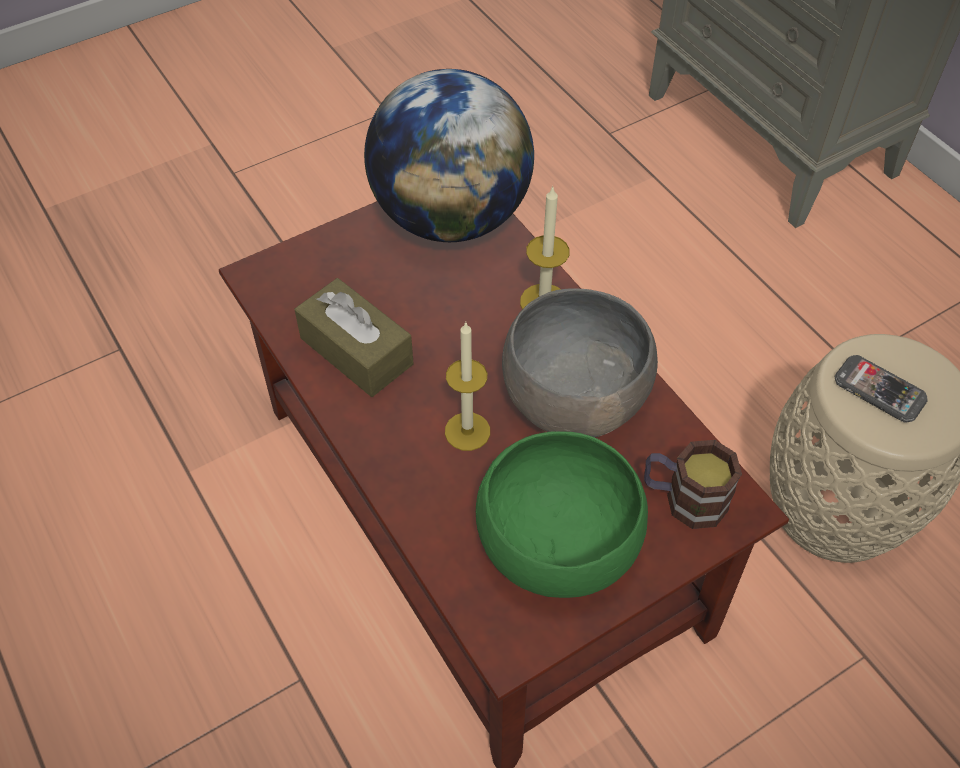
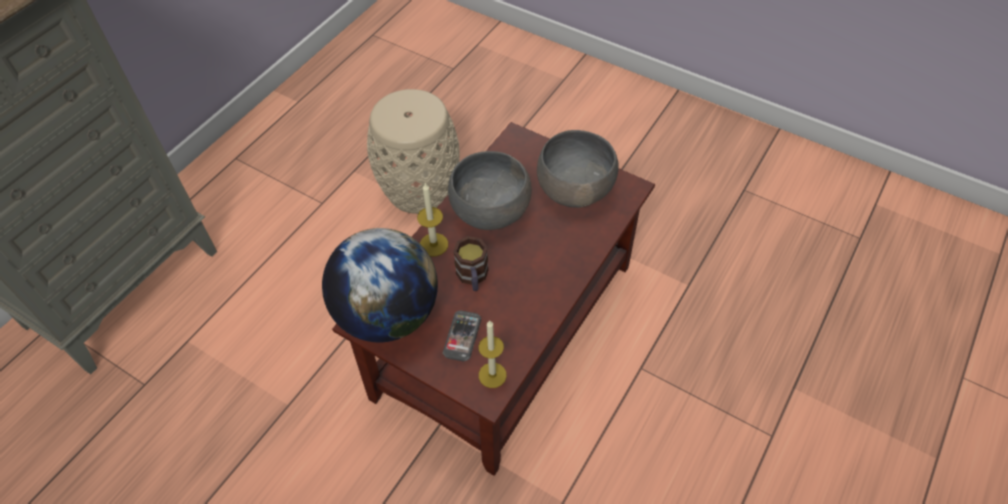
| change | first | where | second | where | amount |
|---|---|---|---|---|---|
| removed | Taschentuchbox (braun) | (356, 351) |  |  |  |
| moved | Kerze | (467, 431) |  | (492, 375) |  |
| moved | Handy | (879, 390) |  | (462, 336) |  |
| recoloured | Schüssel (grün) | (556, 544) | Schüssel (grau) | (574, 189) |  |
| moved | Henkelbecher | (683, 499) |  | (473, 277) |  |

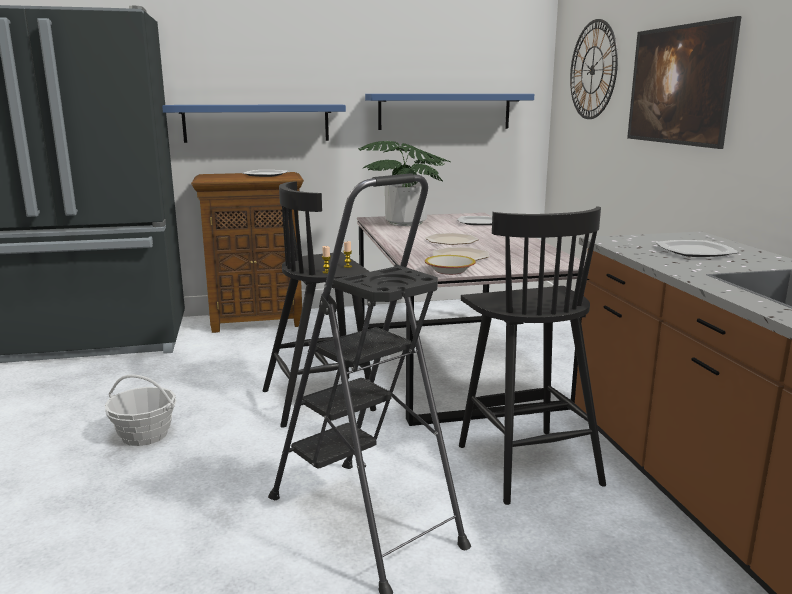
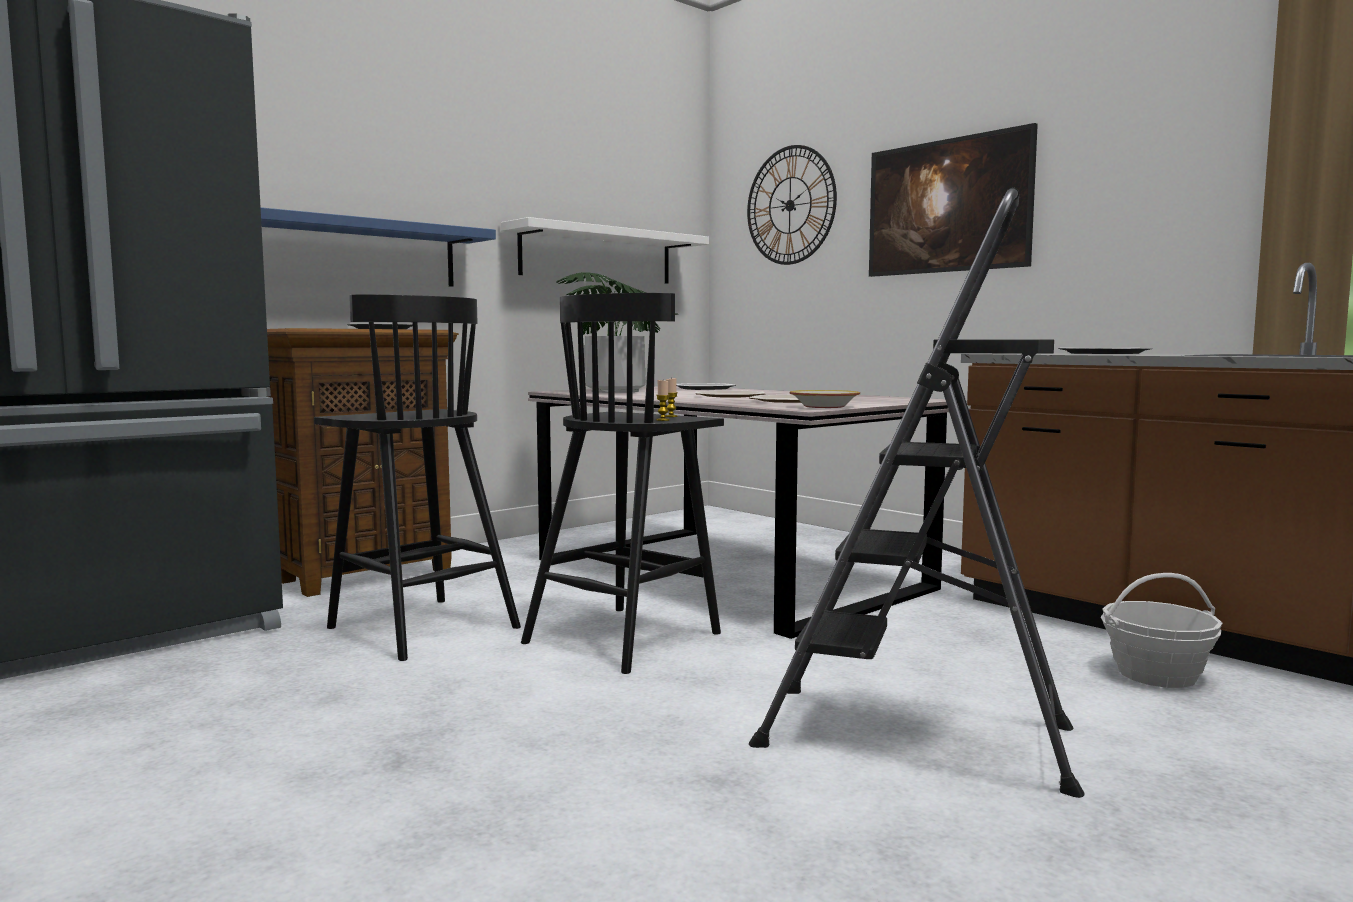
| change | first | where | second | where | amount |
|---|---|---|---|---|---|
| recoloured | Wandregal (blau) | (444, 111) | Wandregal (weiß) | (597, 255) |  |
| moved | Hocker (schwarz) | (525, 461) |  | (419, 626) |  |
| moved | Korb | (144, 435) |  | (1156, 674) |  |

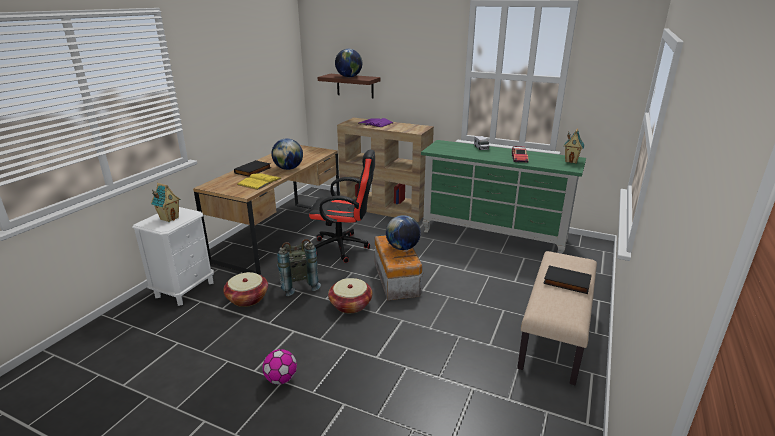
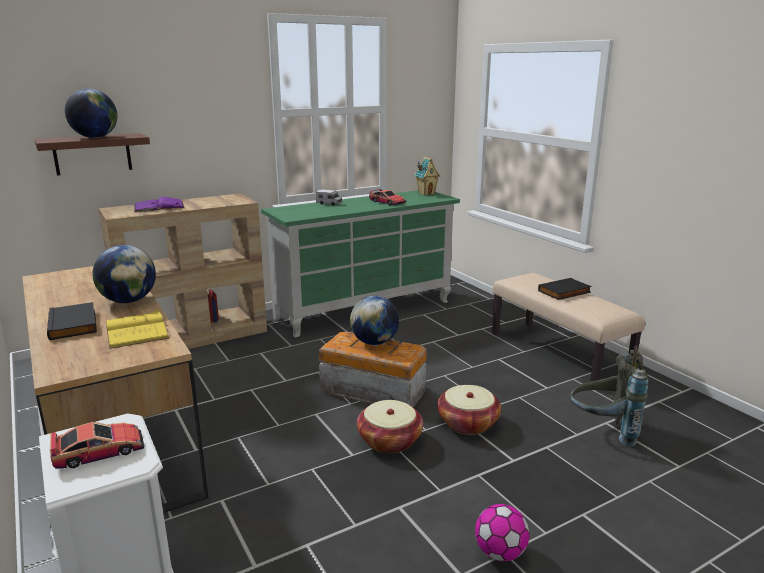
| change | first | where | second | where | amount |
|---|---|---|---|---|---|
| removed | Bürostuhl (schwarz) | (344, 248) |  |  |  |
| replaced | Spielzeughaus | (169, 218) | Spielzeugauto | (99, 451) |  |
| moved | Rucksack (grau) | (298, 285) |  | (603, 430) |  |
| moved | Korb | (247, 298) |  | (467, 423) |  |

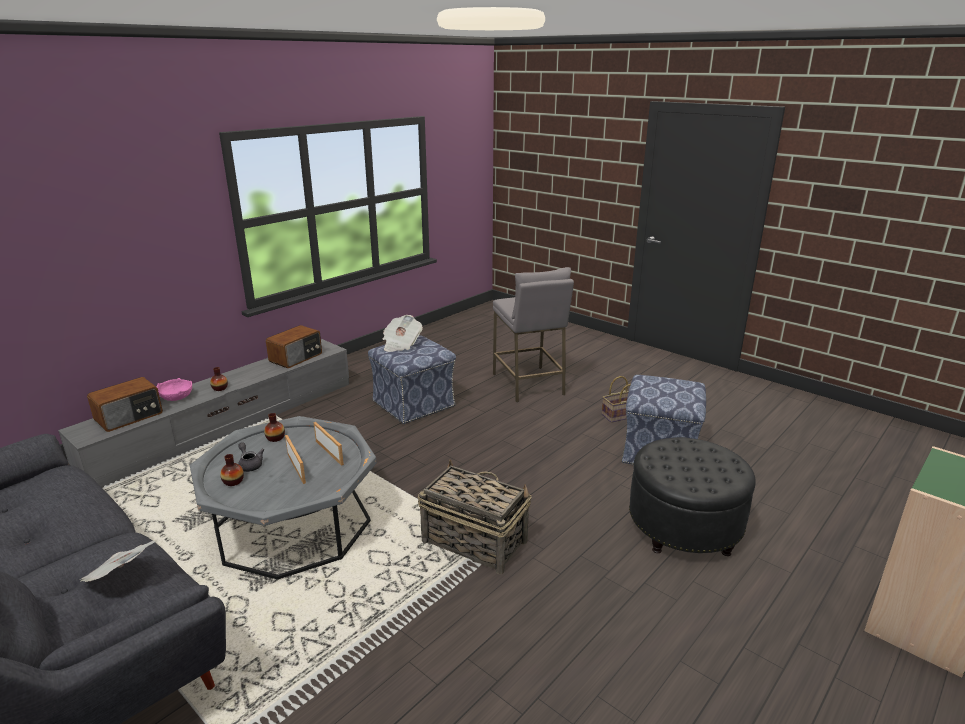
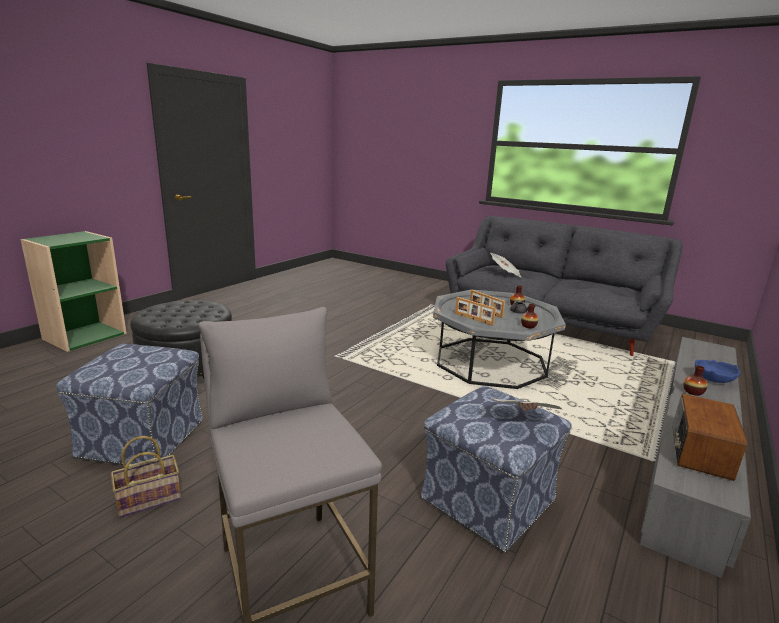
| change | first | where | second | where | amount |
|---|---|---|---|---|---|
| removed | Radio | (129, 417) |  |  |  |
| recoloured | Schüssel (rosa) | (176, 397) | Schüssel (blau) | (713, 379) |  |
| removed | Korb | (473, 541) |  |  |  |

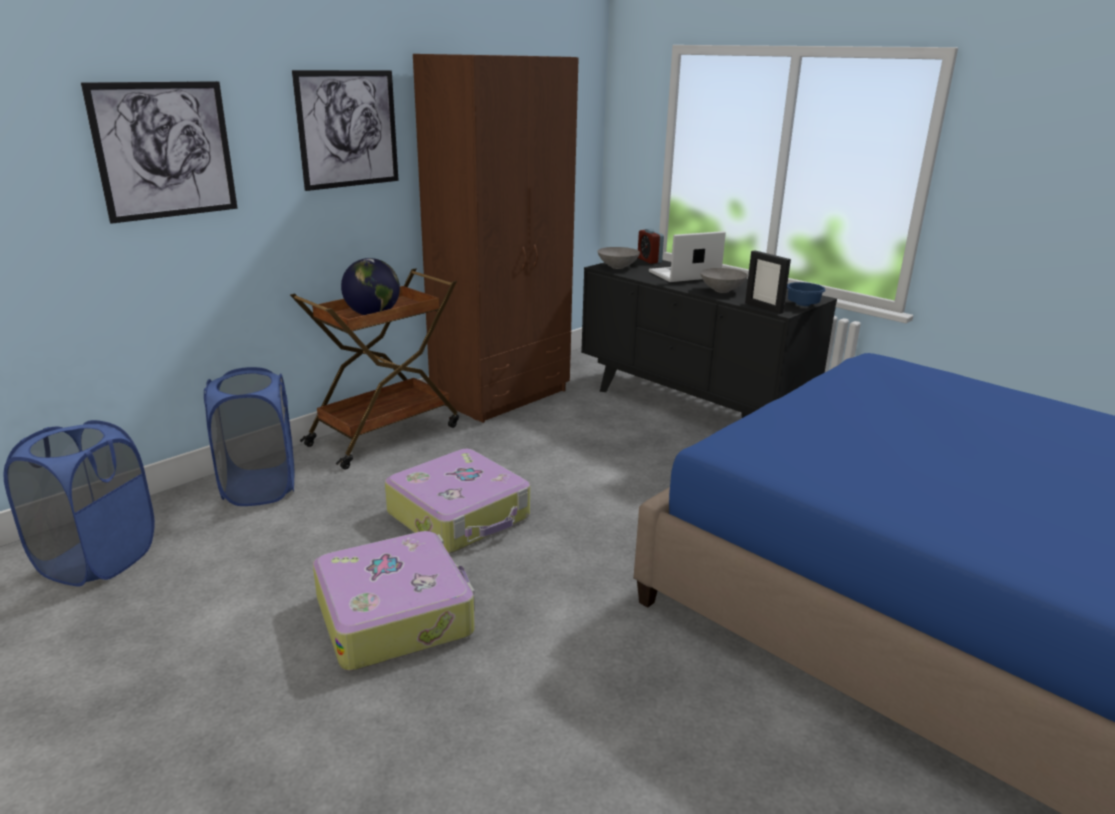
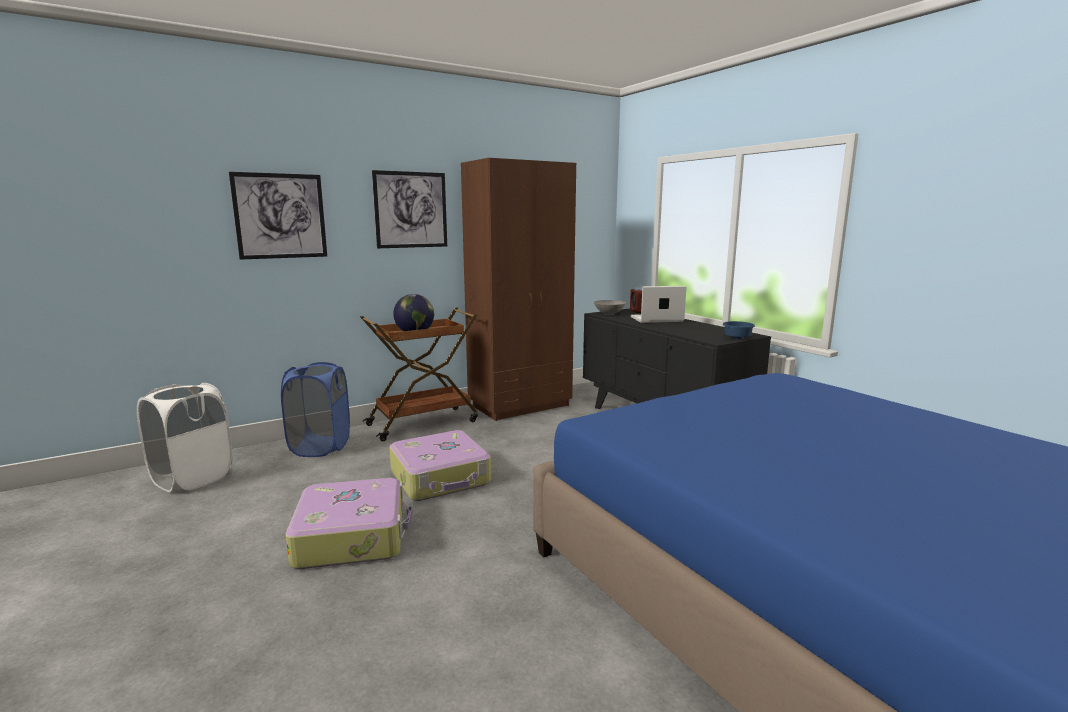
| change | first | where | second | where | amount |
|---|---|---|---|---|---|
| removed | Bilderrahmen | (764, 307) |  |  |  |
| removed | Schüssel (grau) | (721, 290) |  |  |  |
| recoloured | Wäschekorb (blau) | (98, 559) | Wäschekorb (weiß) | (192, 478) |  |

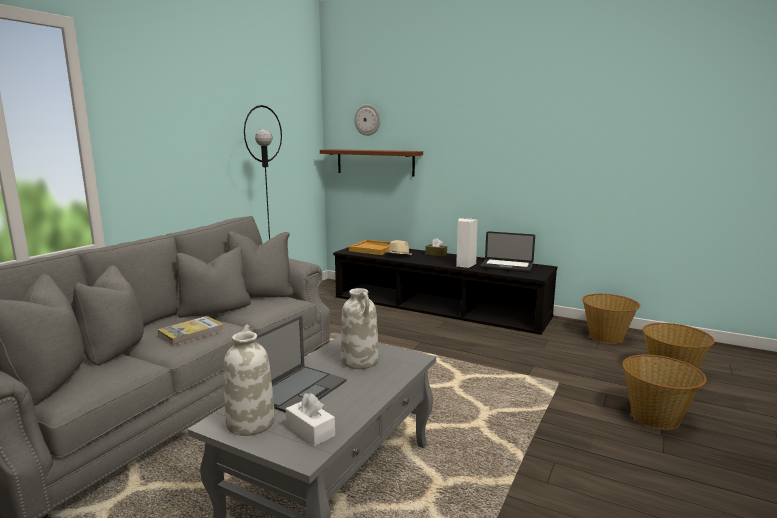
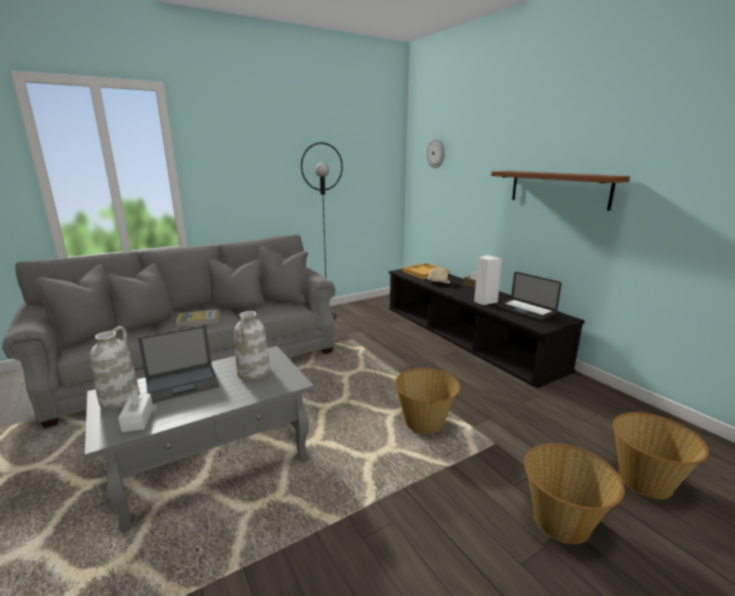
| change | first | where | second | where | amount |
|---|---|---|---|---|---|
| moved | Wandregal (braun) | (375, 162) |  | (558, 189) |  |
| moved | Korb | (606, 337) |  | (425, 423) |  |

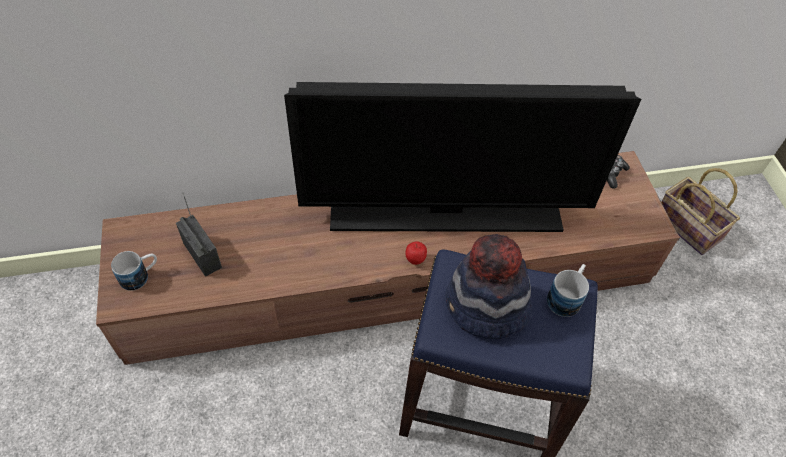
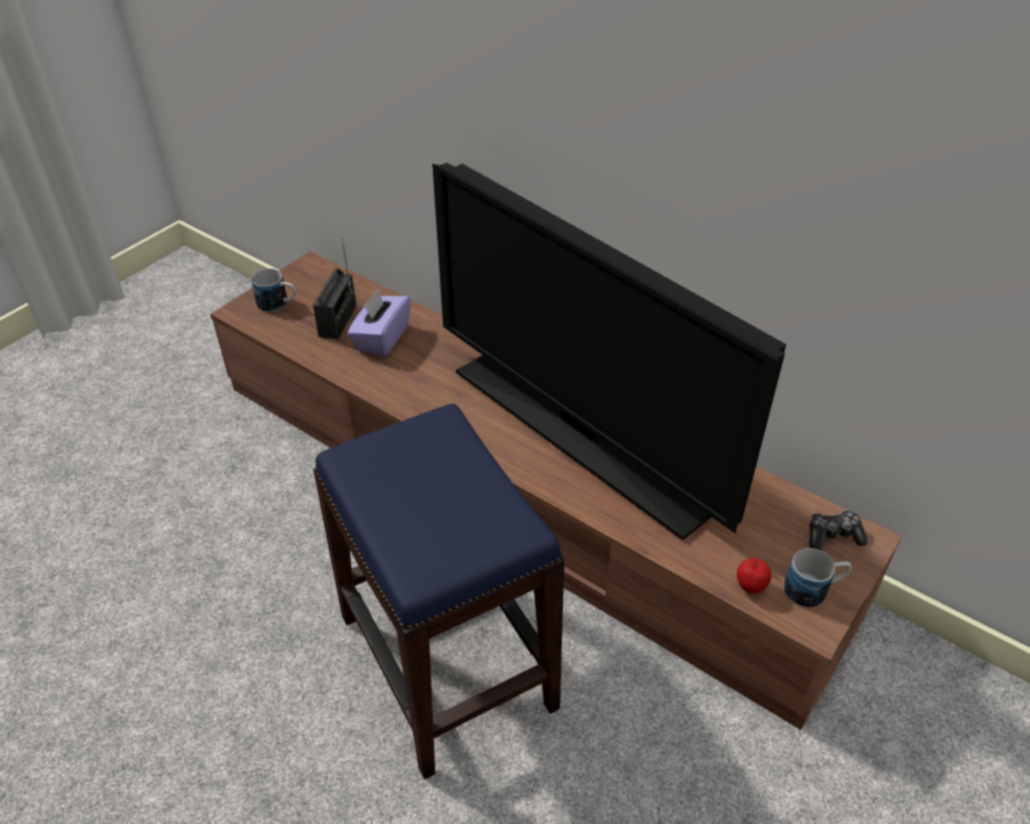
| change | first | where | second | where | amount |
|---|---|---|---|---|---|
| removed | Korb | (690, 227) |  |  |  |
| removed | Hut | (486, 307) |  |  |  |
| moved | Apfel | (415, 260) |  | (750, 588) |  |
| moved | Henkelbecher | (567, 296) |  | (814, 589) |  |
| added |  |  | Taschentuchbox (lila) | (381, 338) |  |

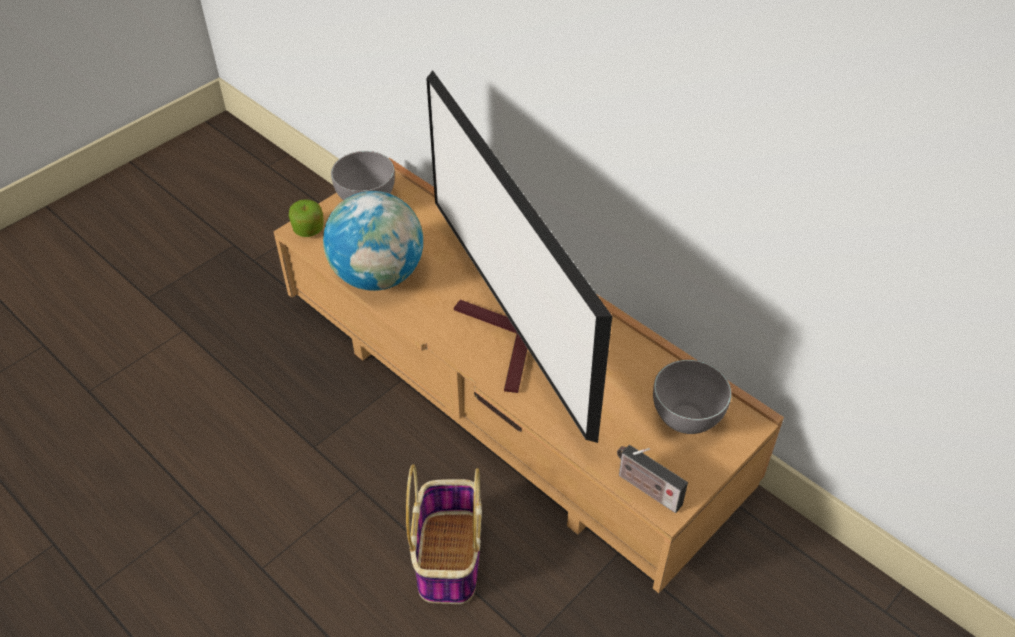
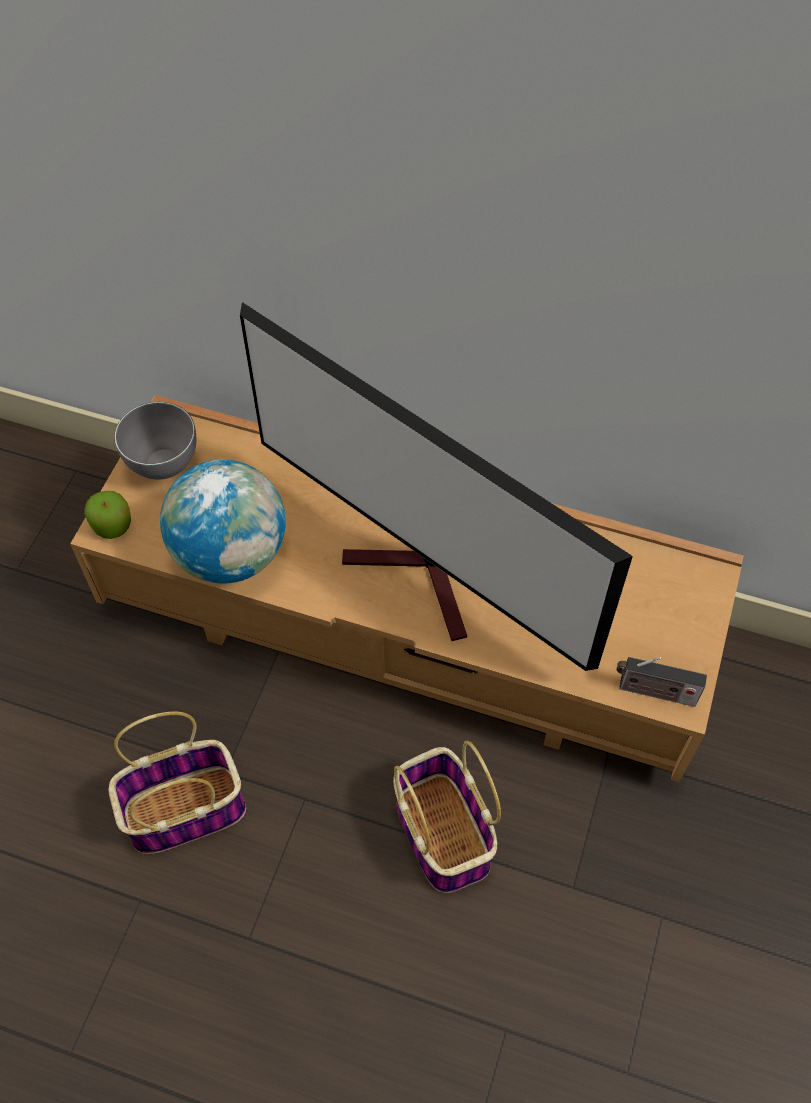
| change | first | where | second | where | amount |
|---|---|---|---|---|---|
| removed | Schüssel (grau) | (683, 423) |  |  |  |
| added |  |  | Korb | (186, 809) |  |

